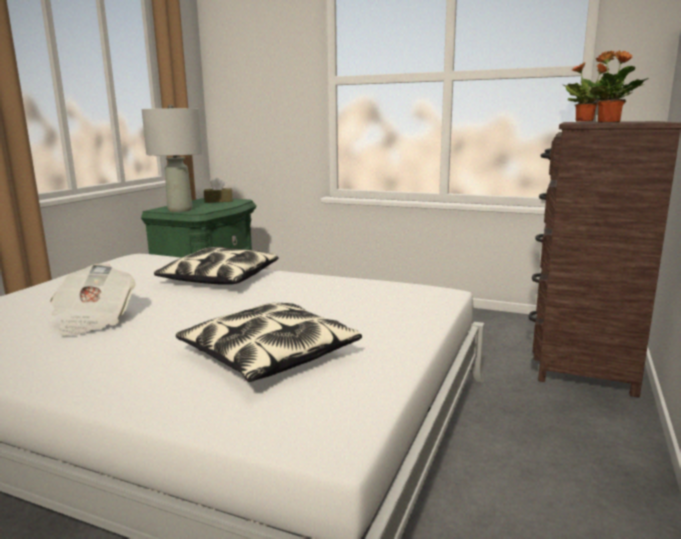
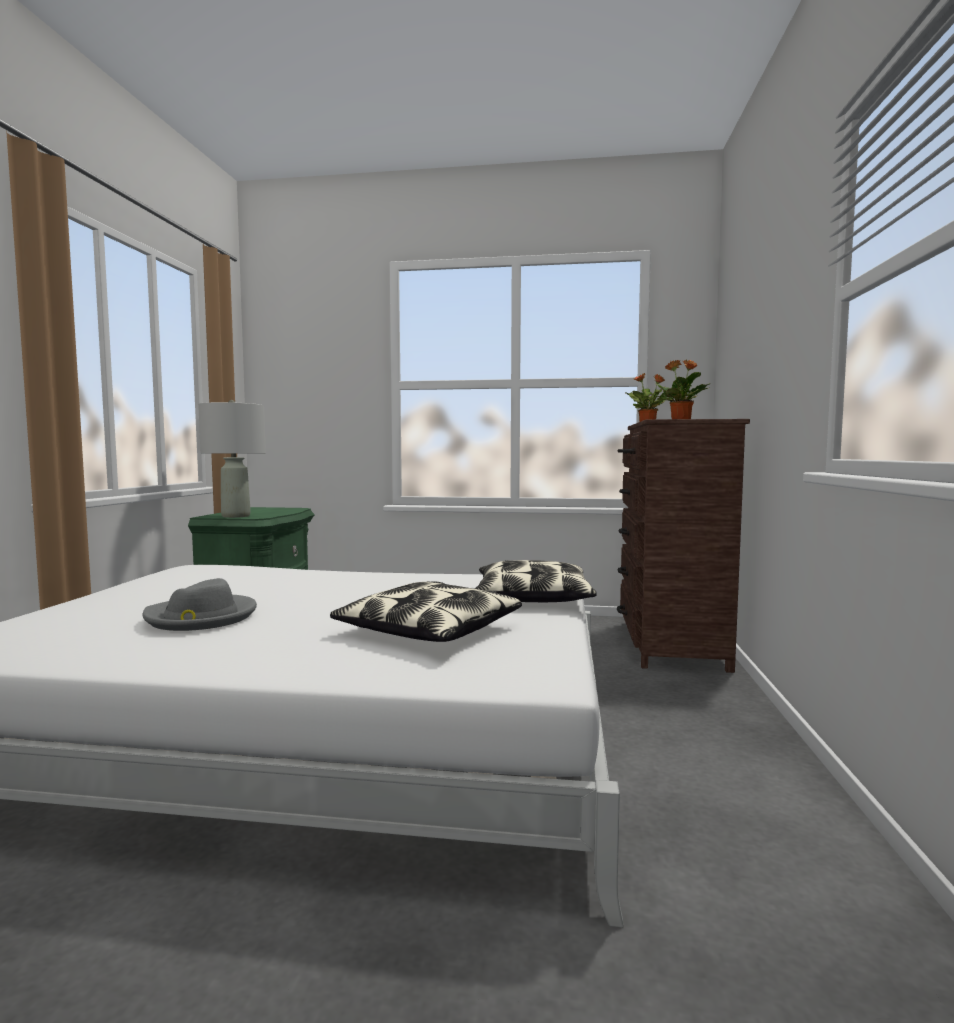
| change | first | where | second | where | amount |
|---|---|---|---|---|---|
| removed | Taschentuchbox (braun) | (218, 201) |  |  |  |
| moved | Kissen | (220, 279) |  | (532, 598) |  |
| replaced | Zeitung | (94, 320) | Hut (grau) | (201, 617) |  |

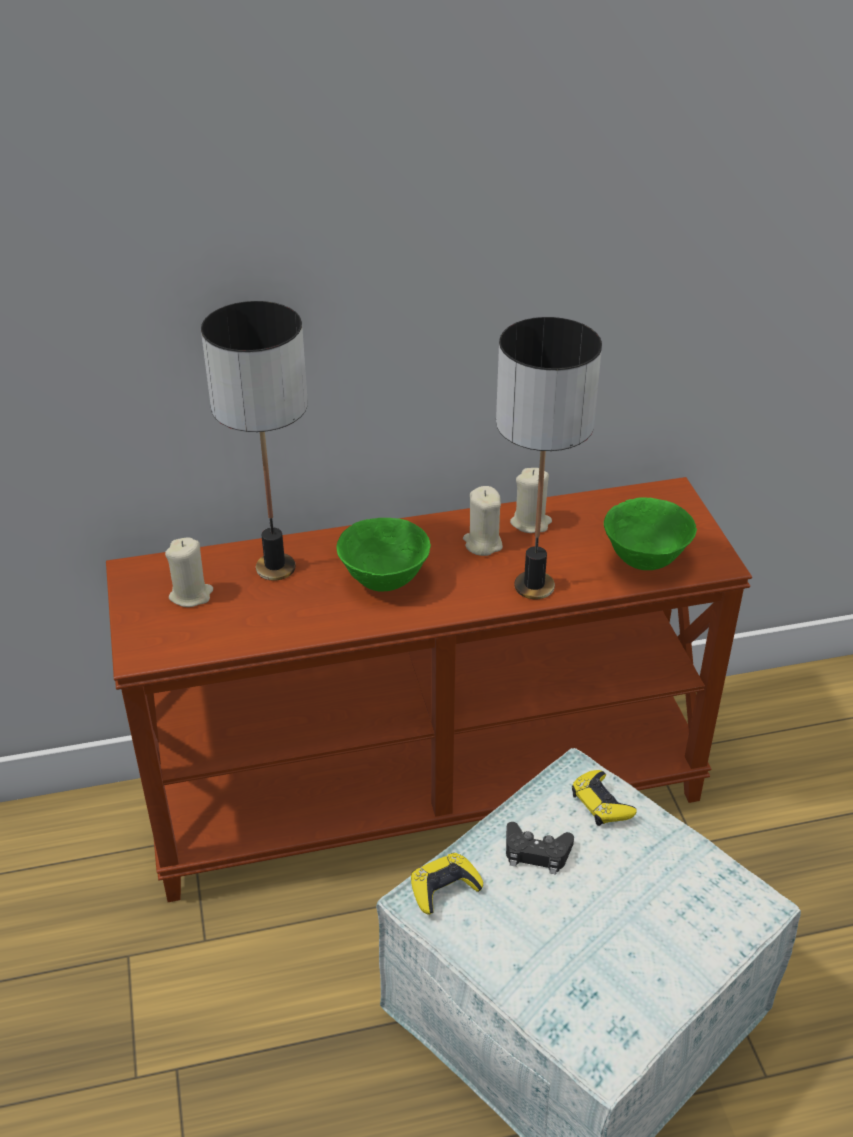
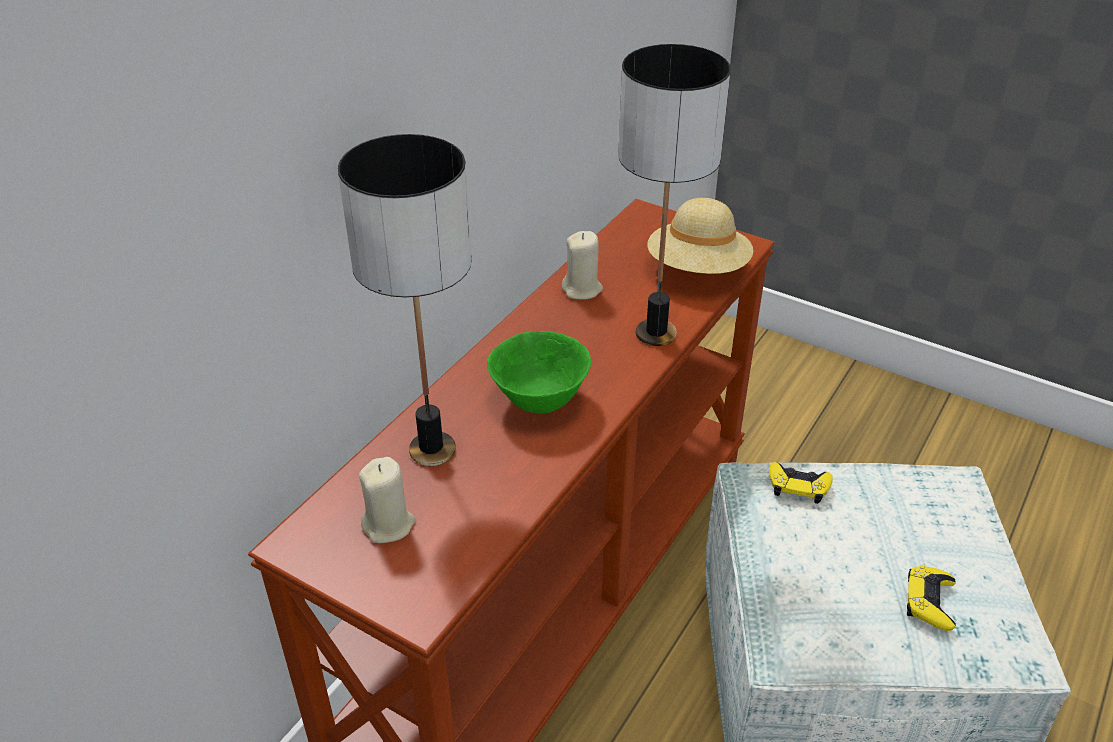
| change | first | where | second | where | amount |
|---|---|---|---|---|---|
| removed | Kerze (beige) | (482, 544) |  |  |  |
| replaced | Schüssel (grün) | (645, 560) | Hut (beige) | (698, 269) |  |
| removed | Gamepad (schwarz) | (536, 853) |  |  |  |
| moved | Gamepad (gelb) | (444, 887) |  | (929, 602) |  |

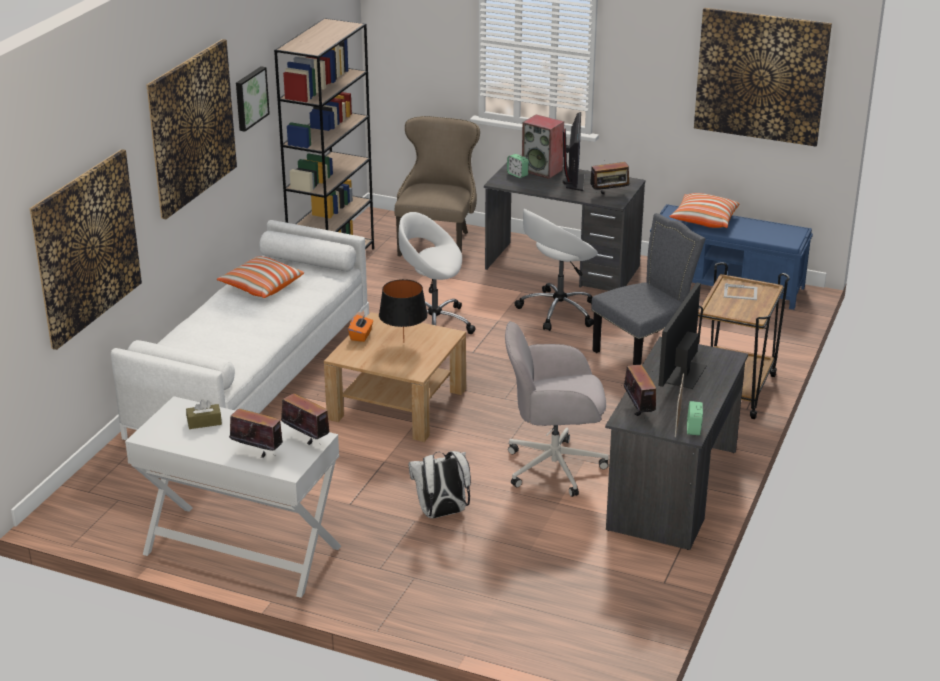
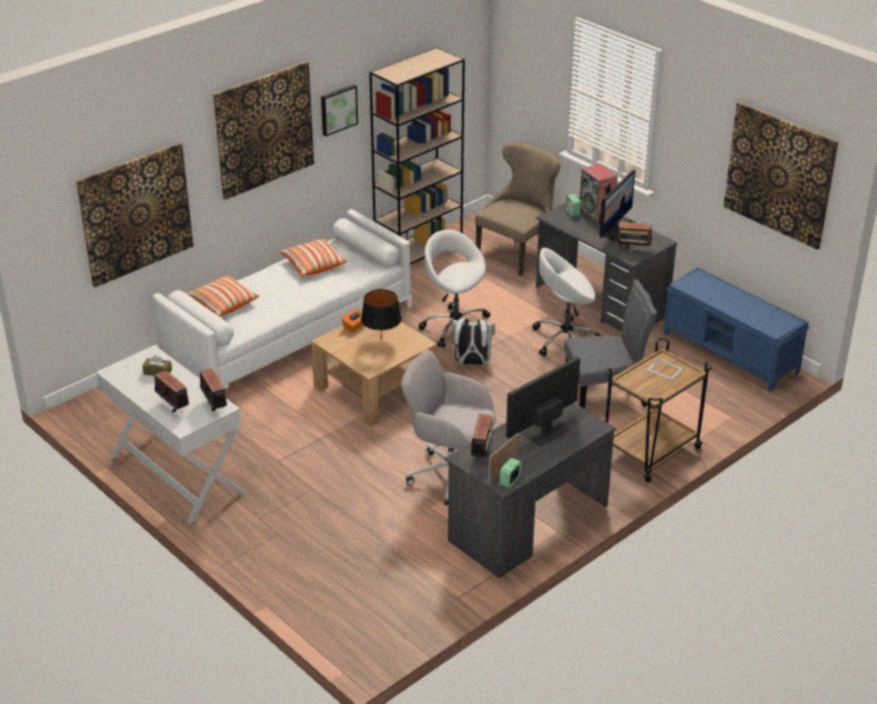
| change | first | where | second | where | amount |
|---|---|---|---|---|---|
| moved | Kissen | (704, 220) |  | (222, 304) |  |
| moved | Rucksack (weiß) | (442, 513) |  | (472, 363) |  |

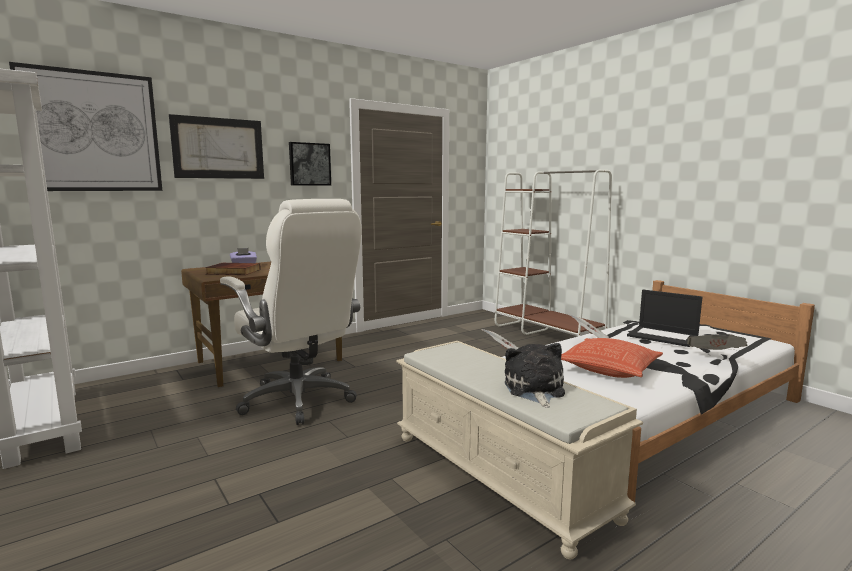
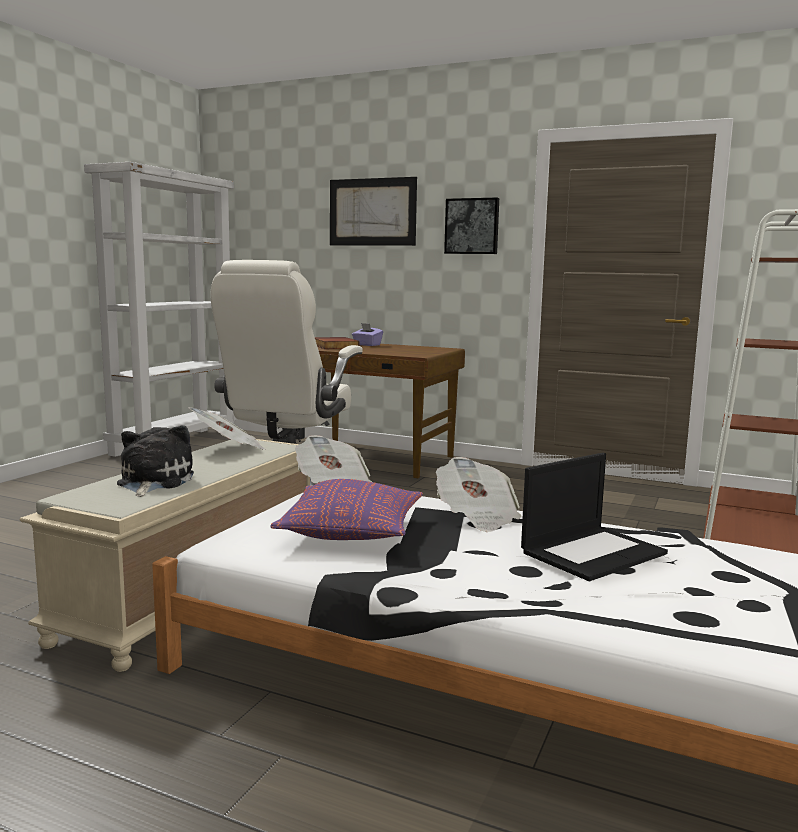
| change | first | where | second | where | amount |
|---|---|---|---|---|---|
| removed | Bild | (92, 132) |  |  |  |
| turned | Laptop | (663, 336) |  | (593, 552) | 135 degrees counterclockwise |
| moved | Zeitung | (714, 357) |  | (229, 448) |  |
| recoloured | Kissen (orange) | (609, 370) | Kissen (lila) | (351, 532) |  |
| turned | Plüschtier | (534, 390) |  | (153, 482) | 60 degrees counterclockwise |

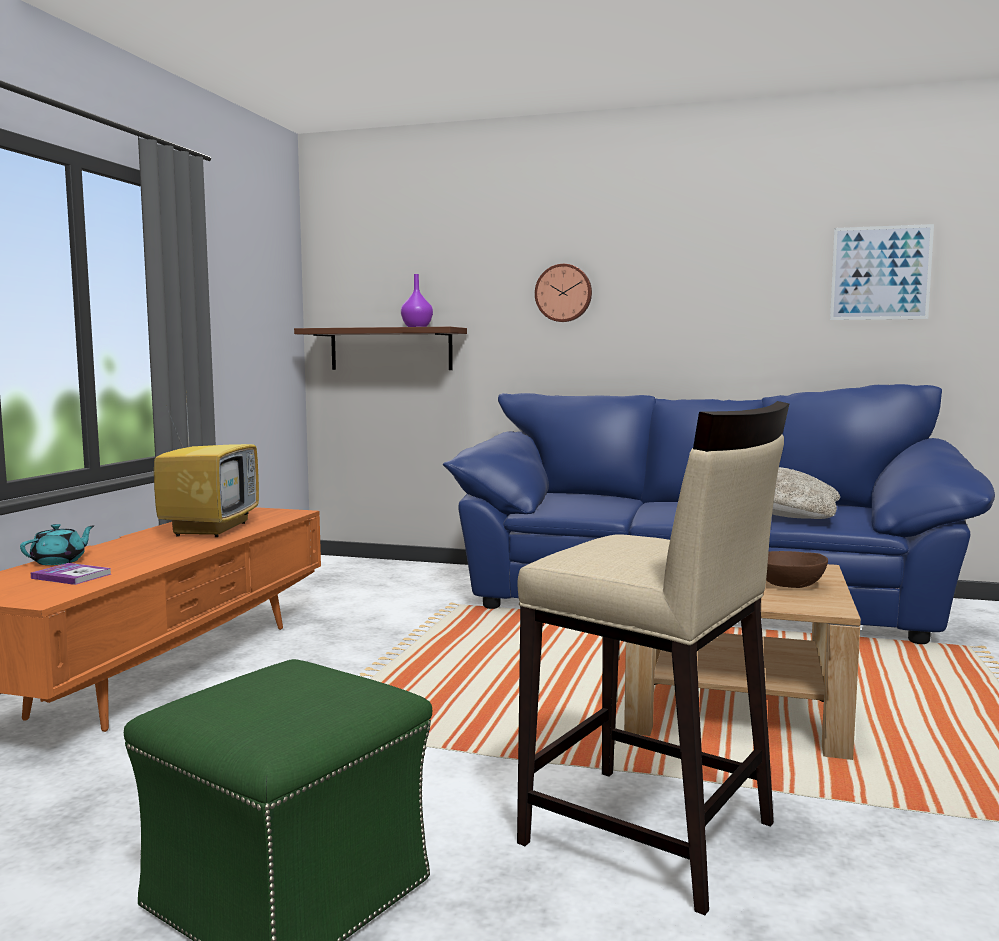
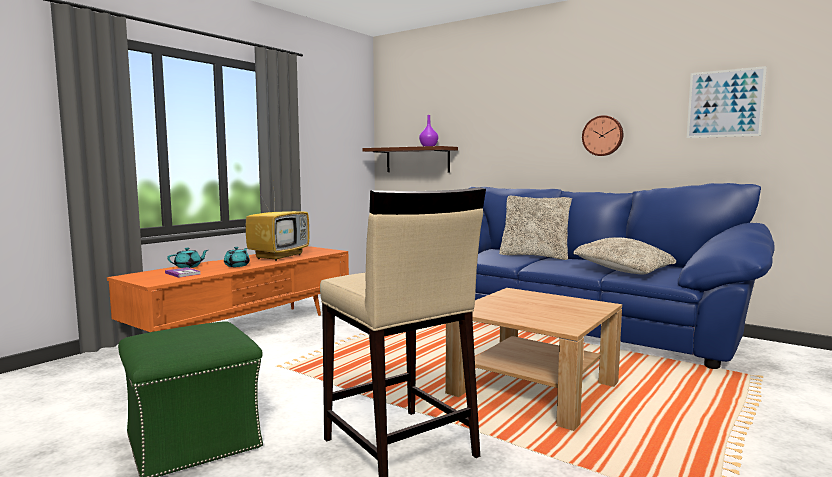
| change | first | where | second | where | amount |
|---|---|---|---|---|---|
| moved | Wanduhr | (563, 293) |  | (603, 136) |  |
| removed | Schüssel (braun) | (788, 584) |  |  |  |
| added |  |  | Kissen (beige) | (535, 255) |  |
| added |  |  | Teekanne (türkis) | (237, 265) |  |

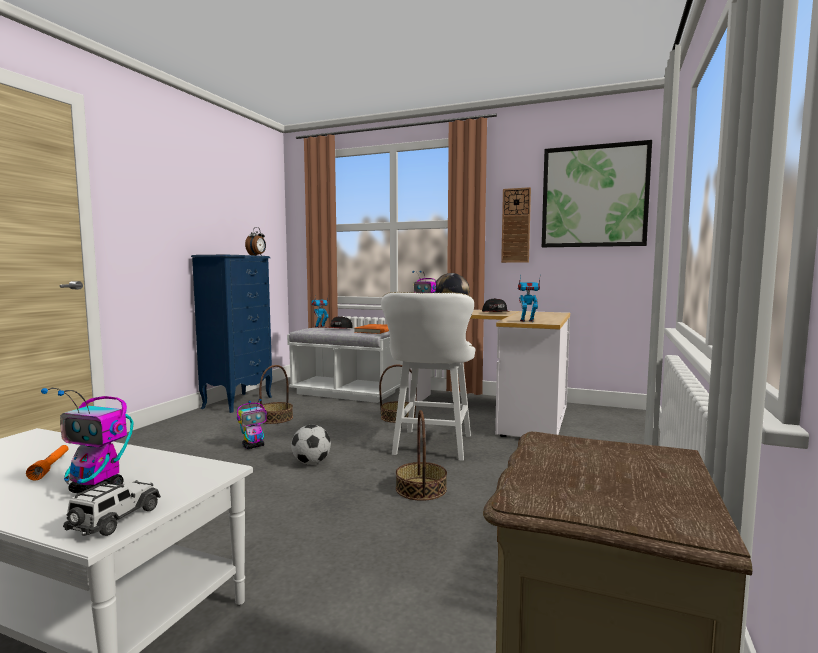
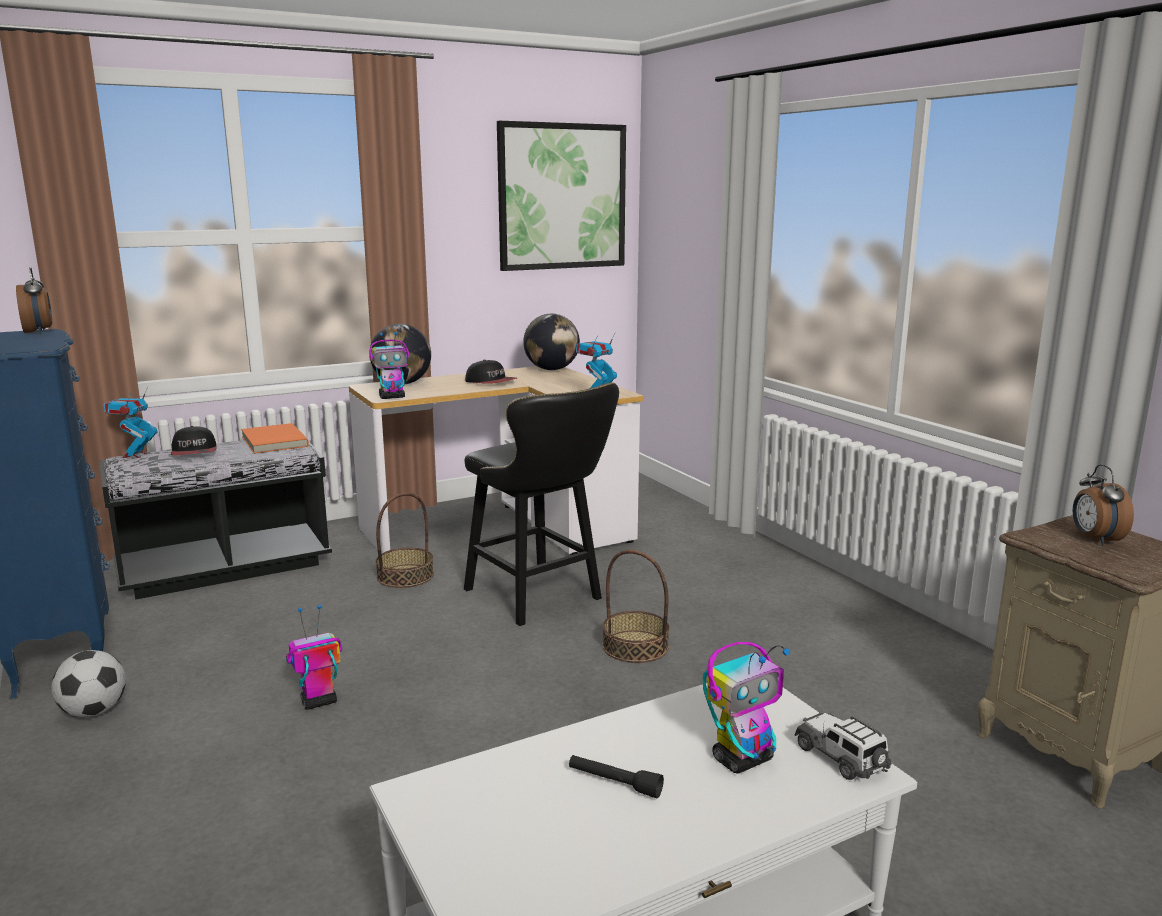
| change | first | where | second | where | amount |
|---|---|---|---|---|---|
| removed | Wanduhr | (516, 225) |  |  |  |
| recoloured | Hocker (weiß) | (431, 448) | Hocker (schwarz) | (541, 599) |  |
| recoloured | Bank (weiß) | (346, 393) | Bank (schwarz) | (225, 567) |  |
| removed | Korb | (275, 418) |  |  |  |
| turned | Spielzeugroboter | (253, 446) |  | (318, 702) | 120 degrees counterclockwise |
| moved | Fußball | (311, 463) |  | (94, 712) |  |
| recoloured | Taschenlampe (orange) | (51, 467) | Taschenlampe (schwarz) | (614, 783) |  |
| added |  |  | Globus | (552, 369) |  |
| added |  |  | Wecker | (1094, 539) |  |

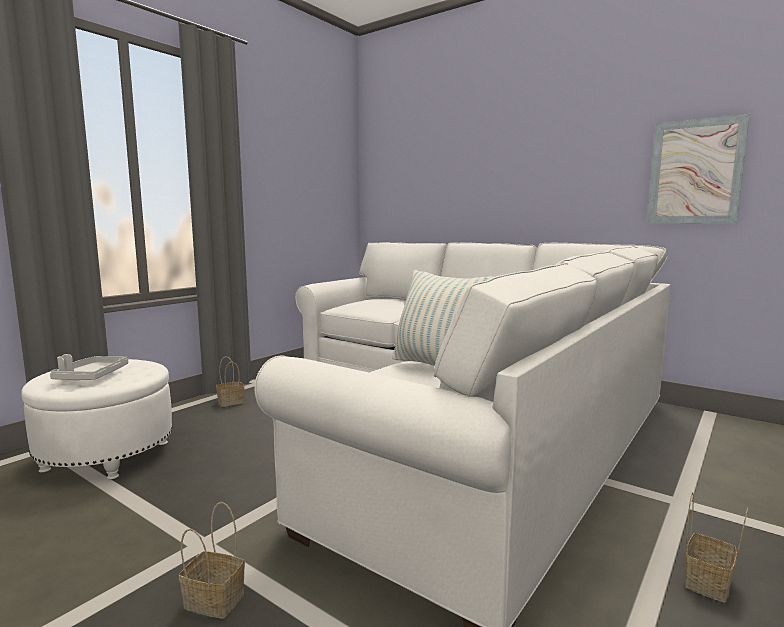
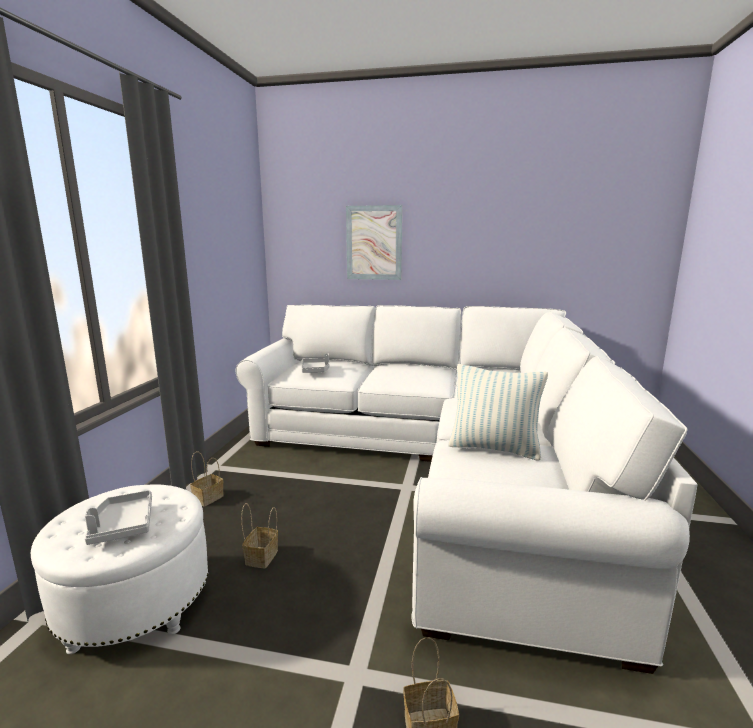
| change | first | where | second | where | amount |
|---|---|---|---|---|---|
| moved | Bild | (695, 172) |  | (374, 243) |  |
| moved | Korb | (708, 584) |  | (262, 558) |  |
| added |  |  | Tablett (grau) | (315, 370) |  |

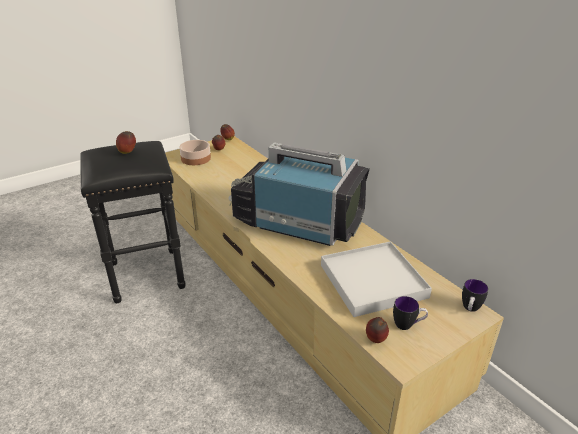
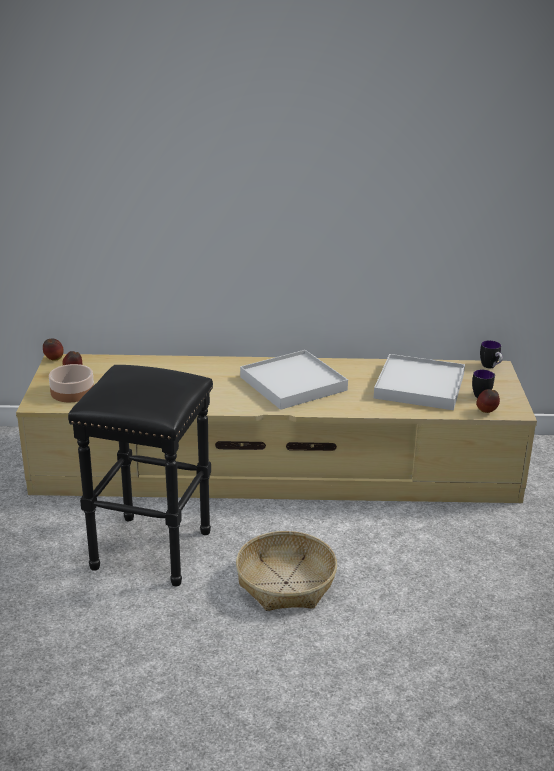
| change | first | where | second | where | amount |
|---|---|---|---|---|---|
| removed | Apfel | (128, 152) |  |  |  |
| replaced | Fernseher | (298, 221) | Tablett (weiß) | (292, 383) |  |
| added |  |  | Korb | (285, 583) |  |

